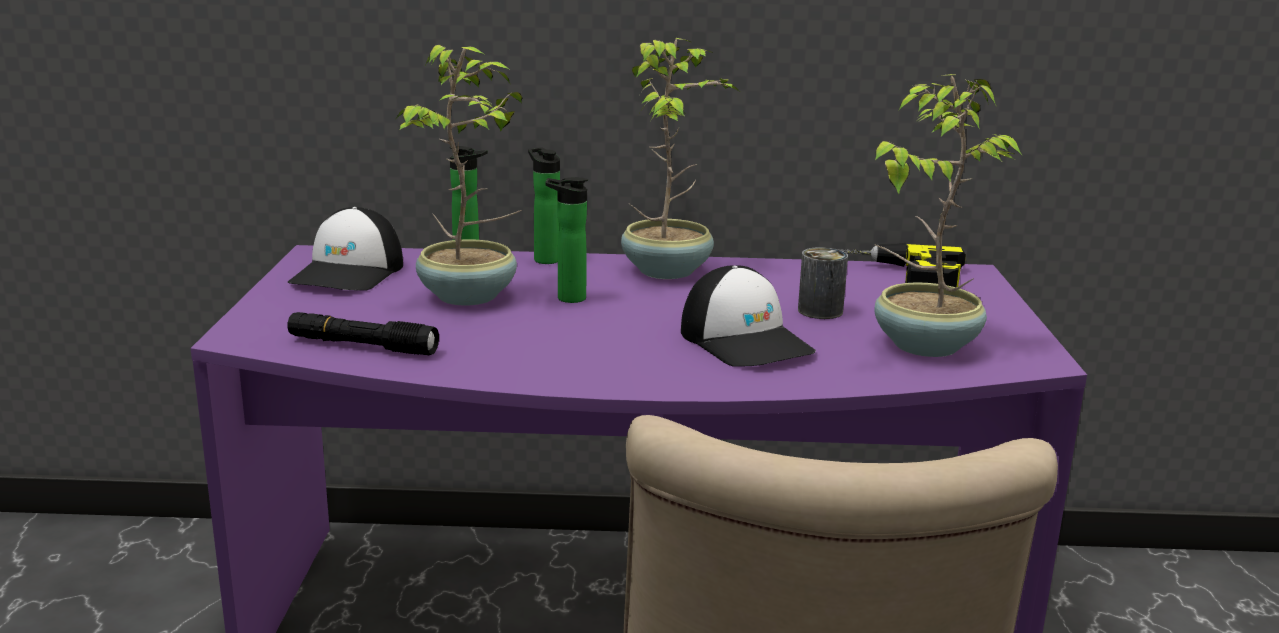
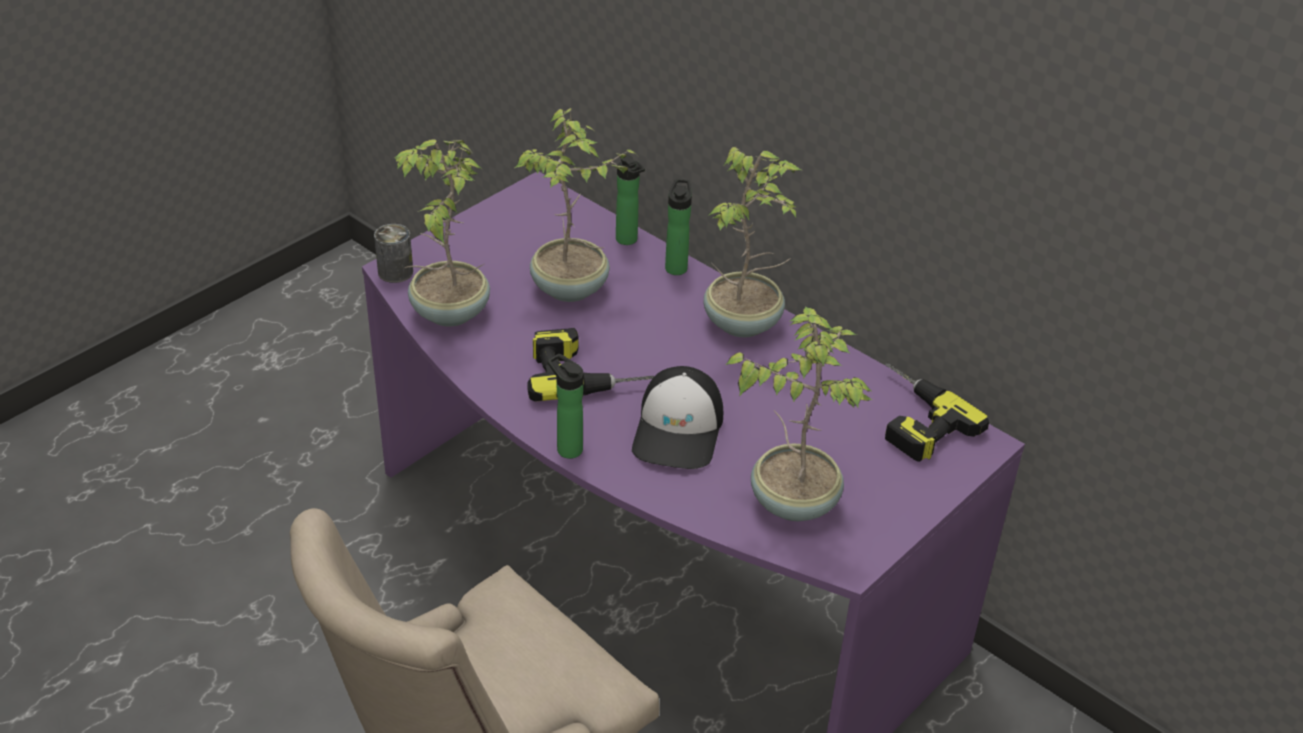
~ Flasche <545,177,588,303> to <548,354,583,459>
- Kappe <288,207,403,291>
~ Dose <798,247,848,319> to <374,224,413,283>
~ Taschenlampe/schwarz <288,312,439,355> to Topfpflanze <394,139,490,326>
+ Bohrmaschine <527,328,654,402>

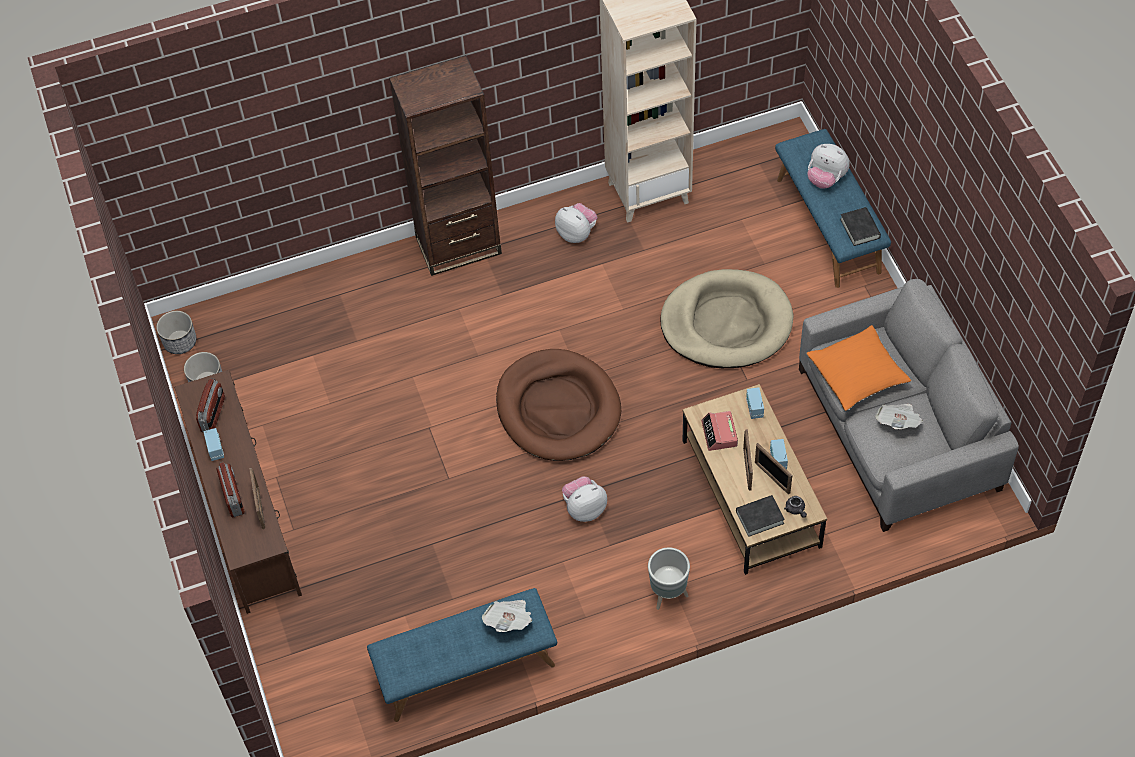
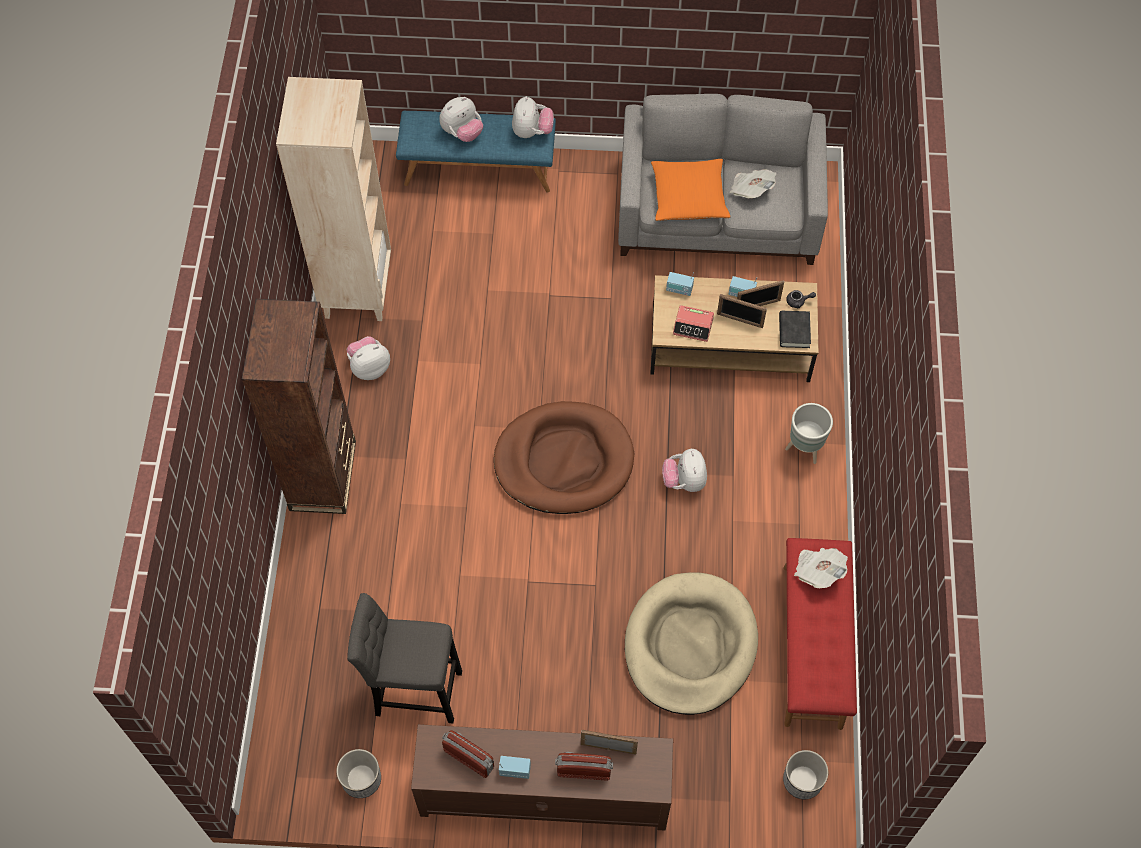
~ Buch/schwarz <840,207,881,246> to Plüschtier <512,96,554,138>
~ Hundebett/beige <660,269,794,368> to <625,572,758,715>
~ Pflanzkübel <156,311,196,354> to <783,750,828,799>
~ Bank/blau <367,588,557,722> to Bank/rot <783,538,857,730>
+ Hocker/grau <347,593,462,724>

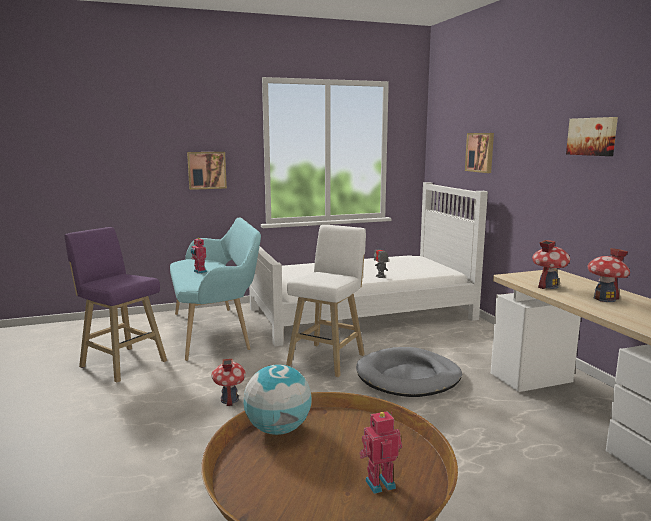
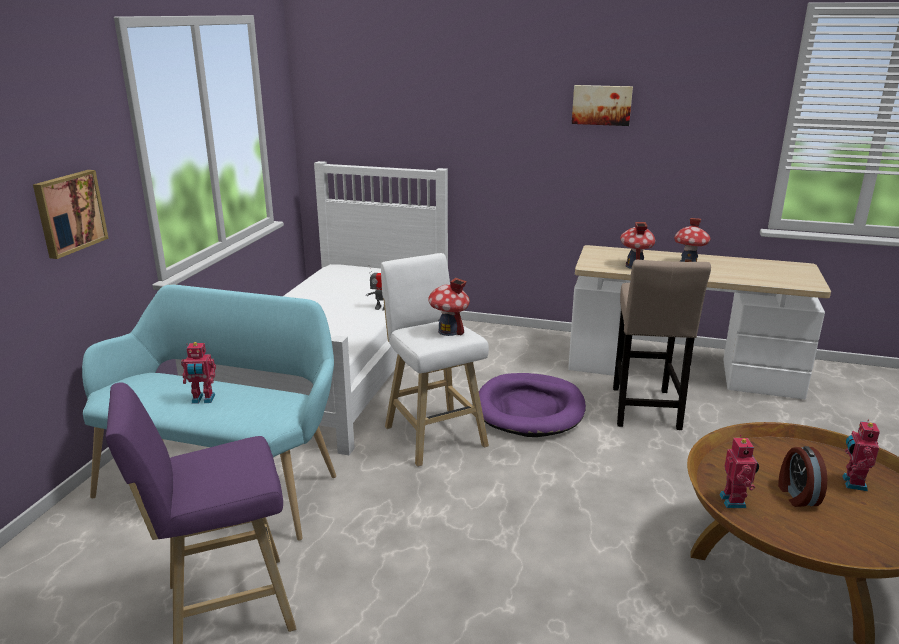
- Bild <465,133,494,173>
~ Hundebett/grau <356,347,462,397> to Hundebett/lila <479,373,586,437>
~ Spielzeughaus <211,359,246,406> to <428,278,470,336>
~ Globus <244,364,312,435> to Spielzeugroboter <719,435,759,508>
+ Hocker/beige <613,260,711,430>
+ Wecker <778,446,827,507>

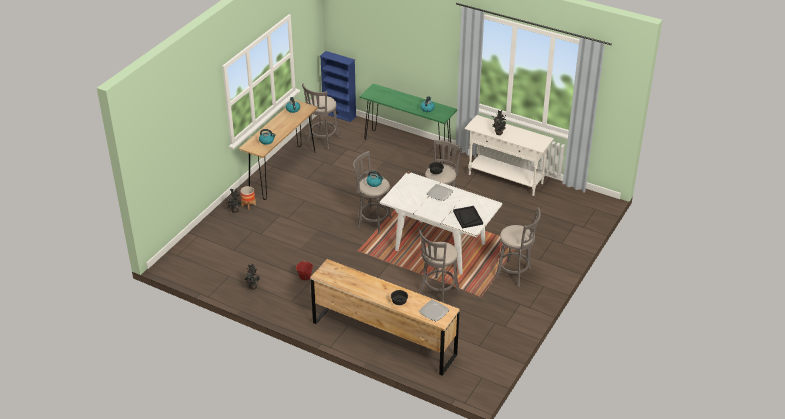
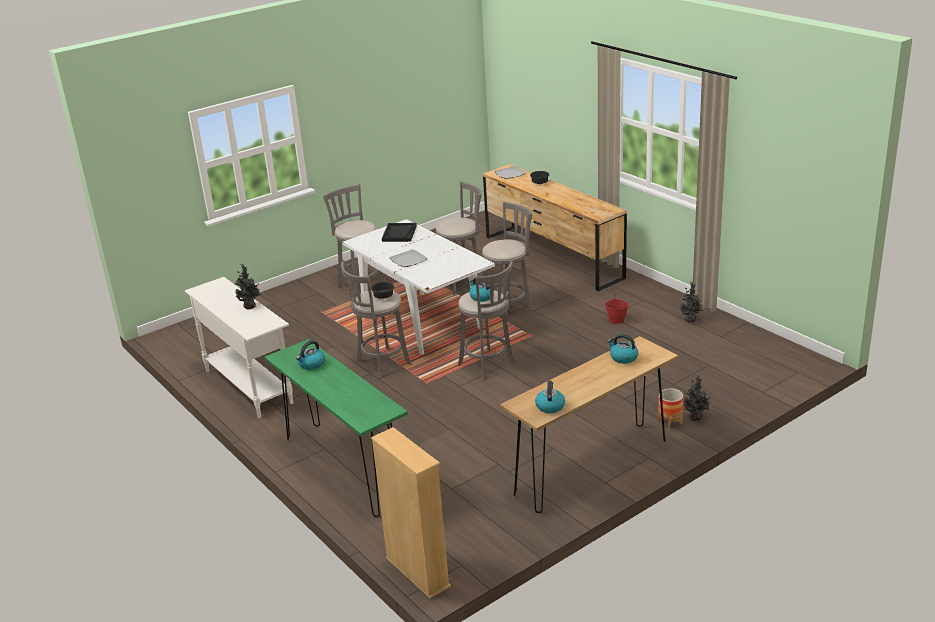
~ Bücherregal/blau <320,51,357,122> to Bücherregal/beige <371,427,451,598>
~ Hocker/grau <302,83,341,149> to <482,202,533,317>

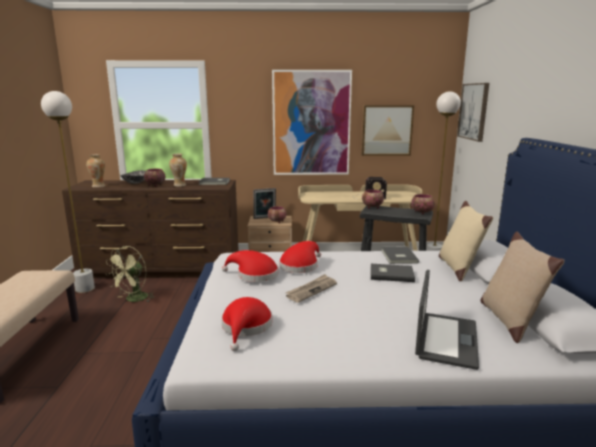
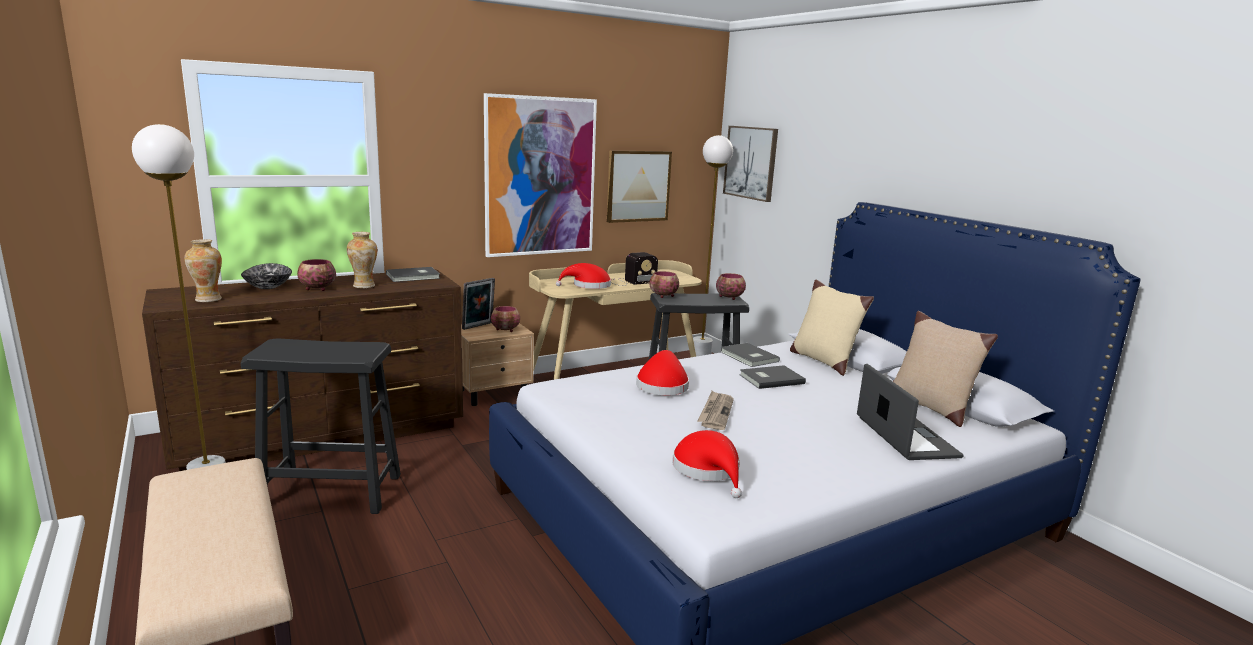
~ Ventilator/grün <106,246,155,302> to Hocker/schwarz <241,338,401,514>
~ Hut/rot <222,250,278,282> to <556,263,611,289>

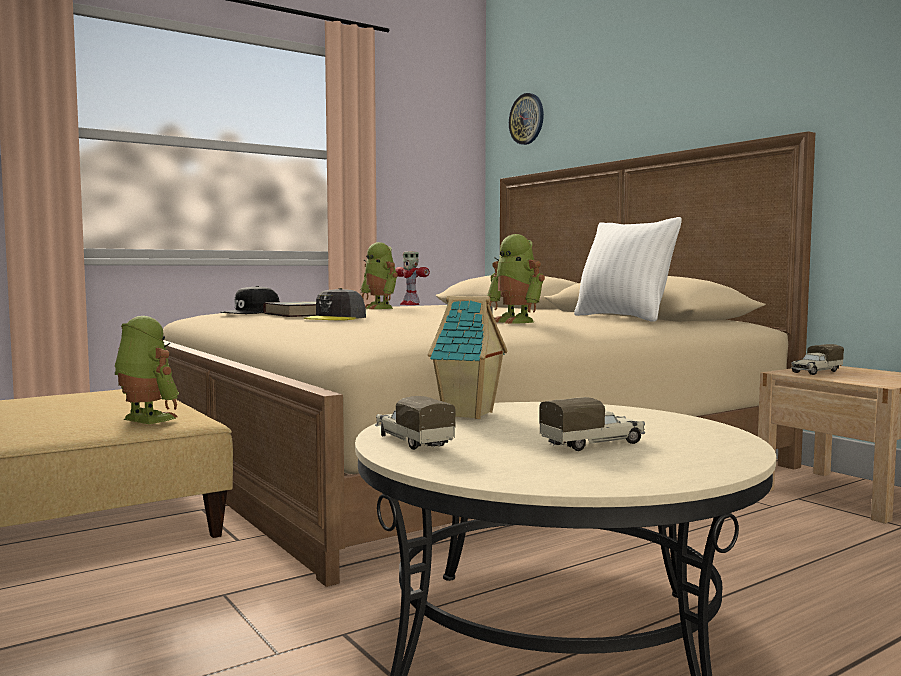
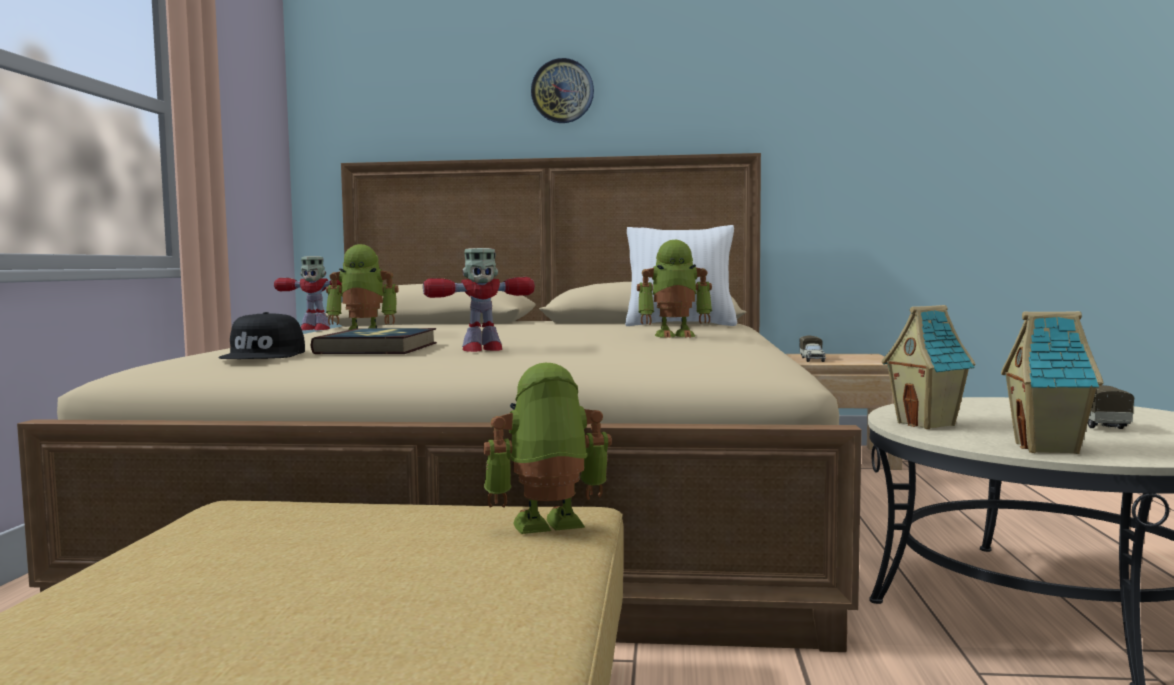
~ Wanduhr <509,93,544,145> to <531,58,594,123>
~ Kappe/grau <304,288,366,320> to Spielzeugroboter <423,248,535,352>
~ Spielzeuglaster <375,396,456,450> to Spielzeughaus <1001,311,1103,454>

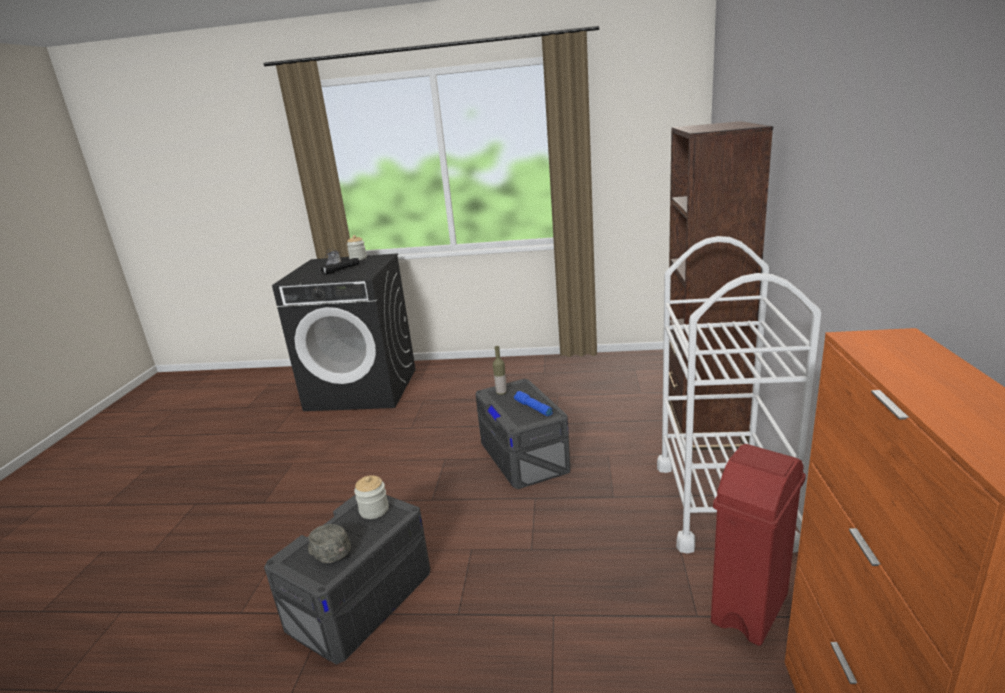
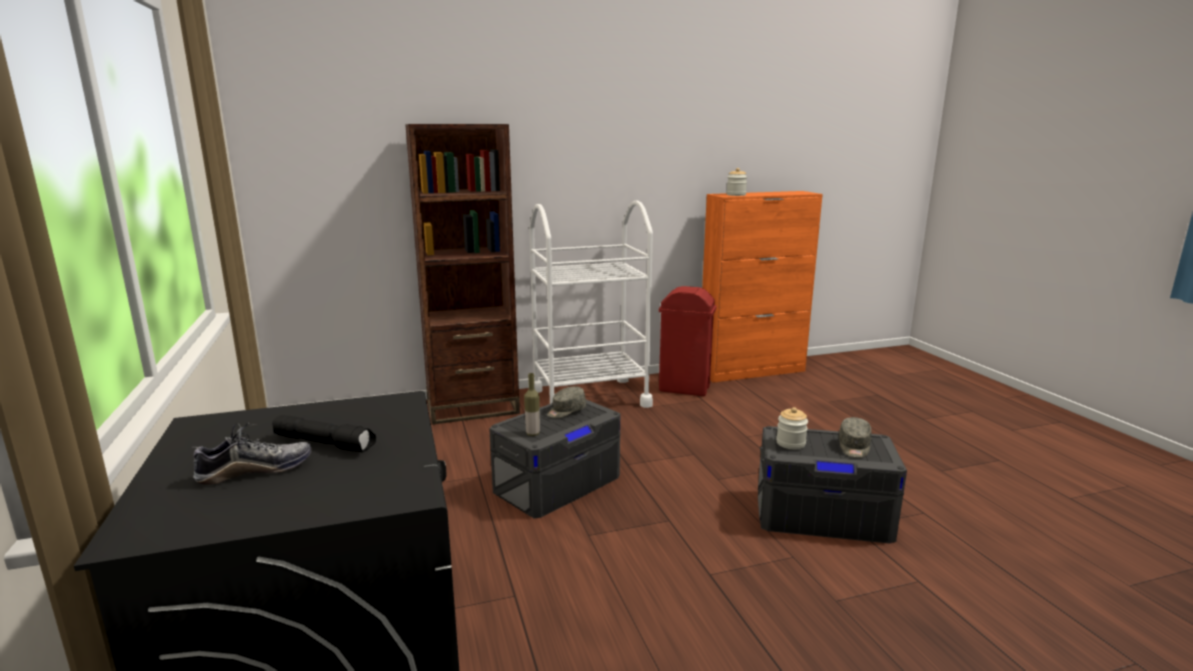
~ Vorratsglas <347,235,367,260> to <726,168,747,196>
~ Taschenlampe/blau <514,391,552,416> to Kappe/grau <547,386,586,418>

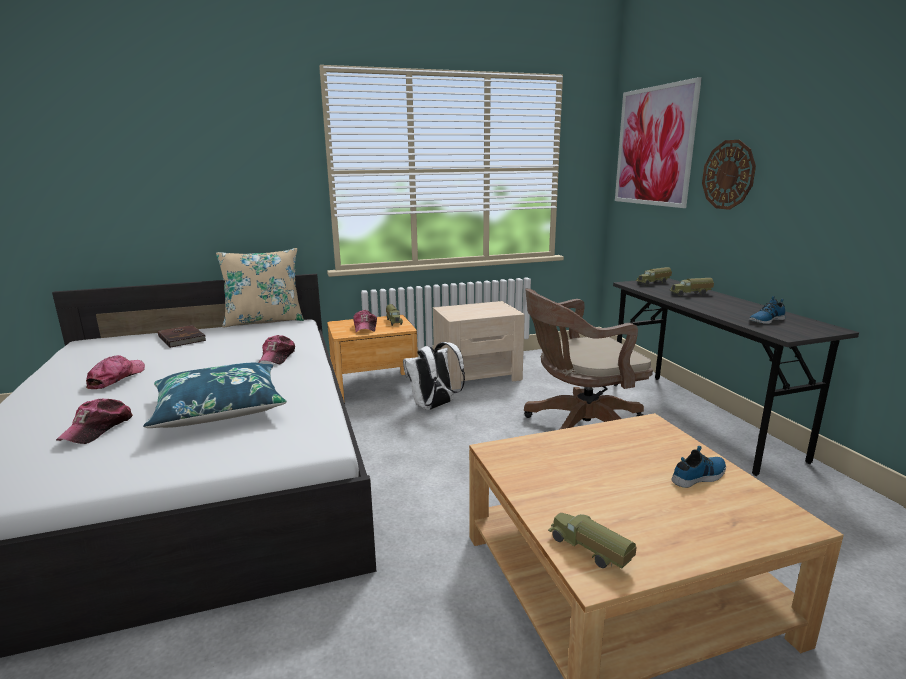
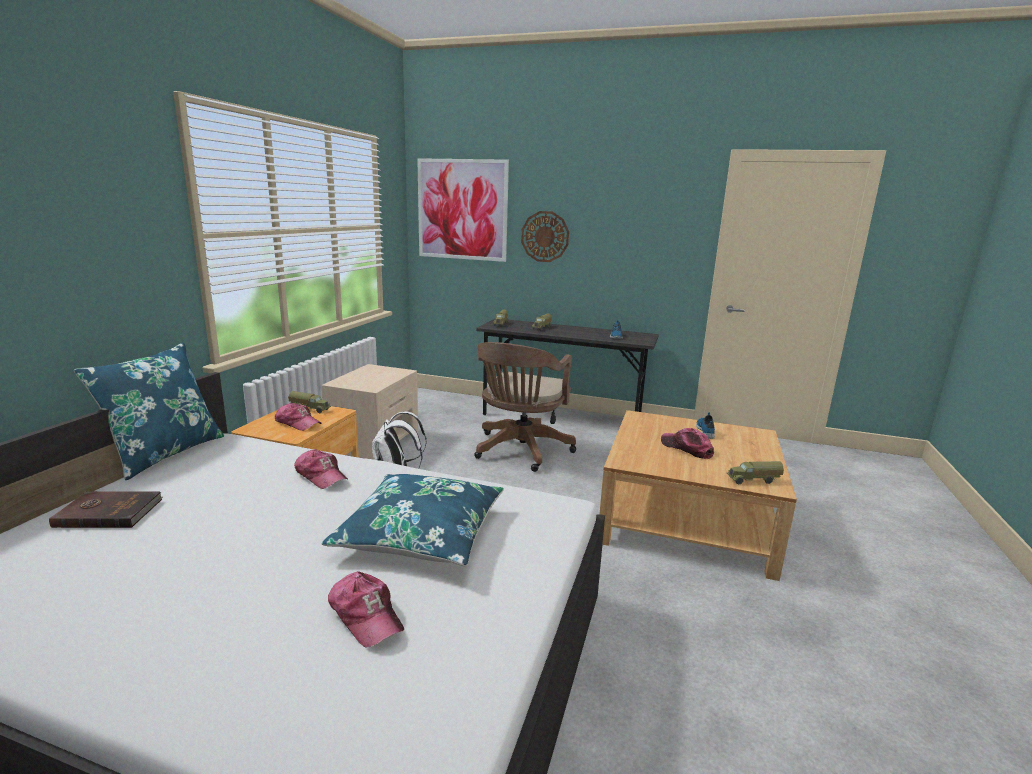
~ Kissen/beige <216,248,304,328> to Kissen/blau <74,343,224,480>
~ Kappe <86,355,145,389> to <661,428,714,459>

